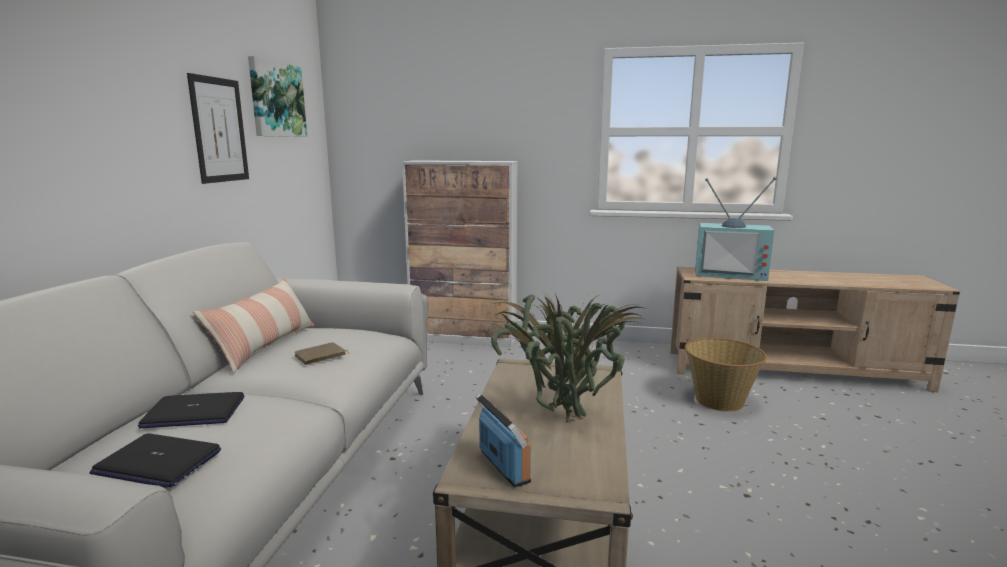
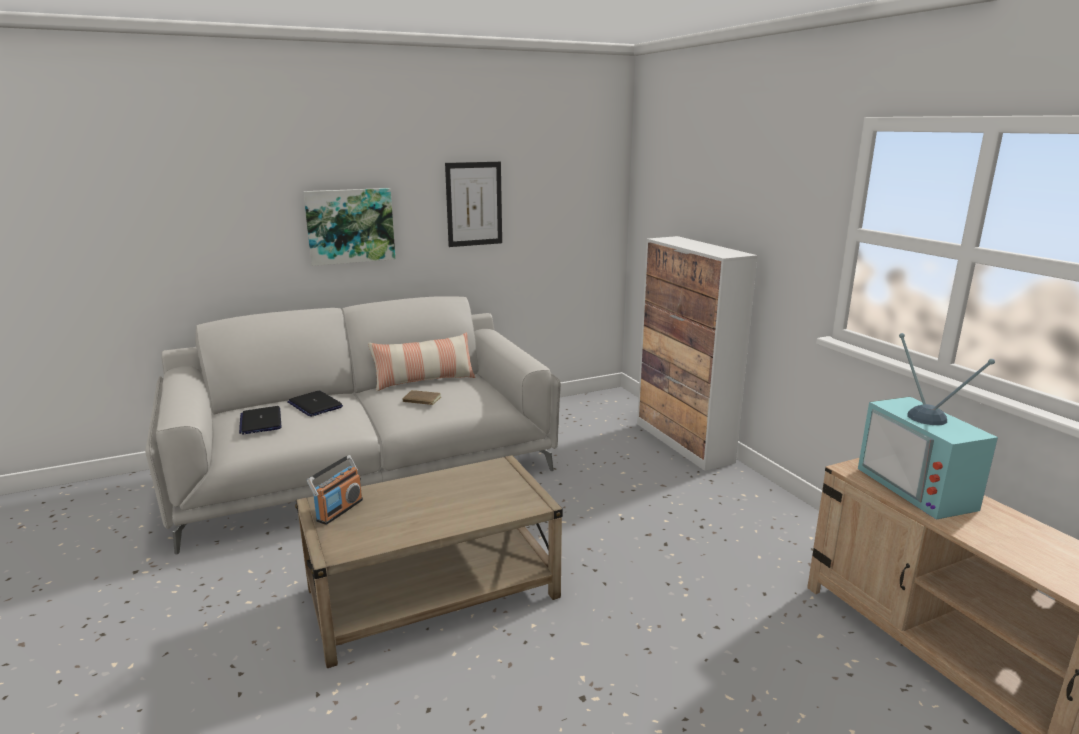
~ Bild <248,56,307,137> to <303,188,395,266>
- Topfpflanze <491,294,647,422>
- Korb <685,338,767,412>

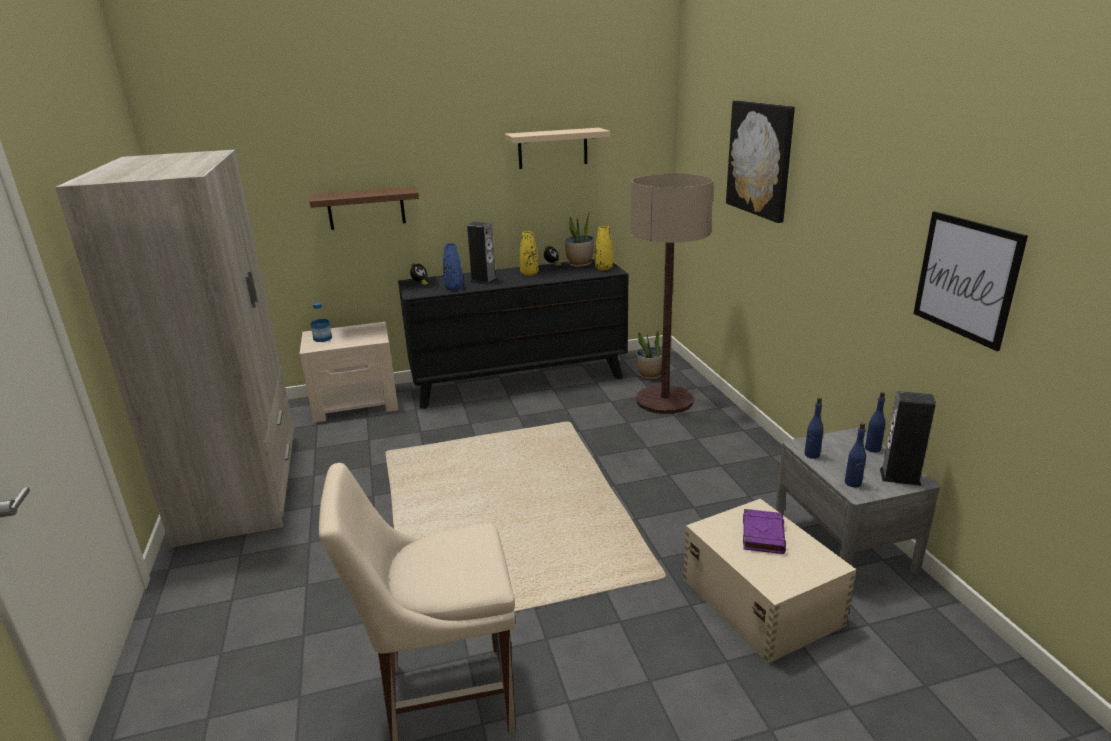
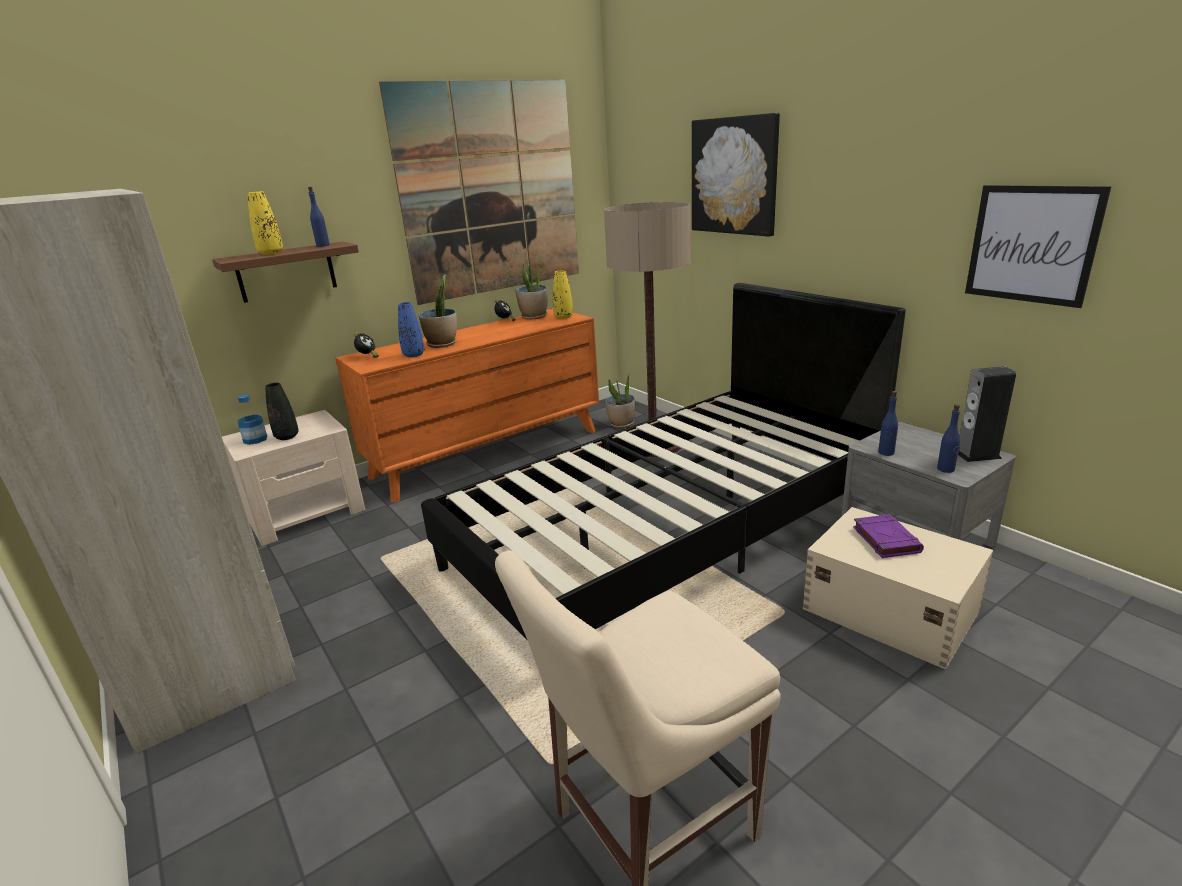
~ Wandregal/beige <505,128,610,169> to Bild <379,80,579,305>
~ Lautsprecher <467,222,497,285> to Topfpflanze <419,274,457,348>
~ Vase/gelb <520,231,538,276> to <248,191,283,255>
~ Kommode/schwarz <398,259,628,409> to Kommode/orange <335,309,599,503>
~ Flasche/blau <865,392,885,453> to <308,187,330,247>
+ Bett/schwarz <421,283,906,641>
+ Vase/schwarz <265,383,299,440>

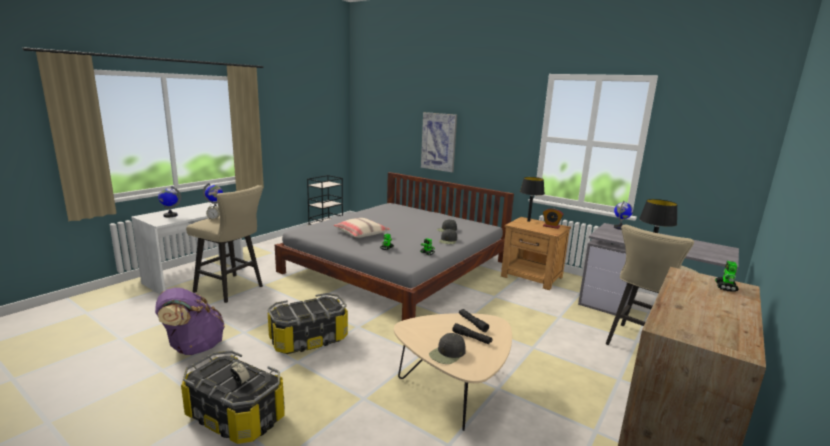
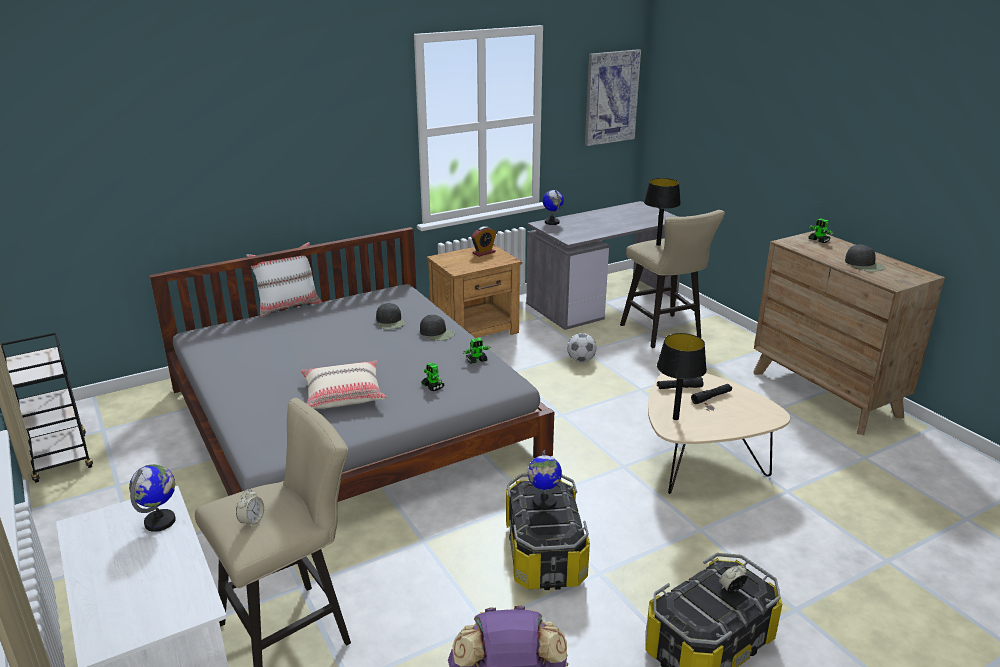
~ Bild <421,112,457,172> to <585,49,641,146>
~ Tischlampe/schwarz <520,177,545,222> to <657,333,707,420>
~ Globus <158,186,181,217> to <528,450,562,510>
~ Kappe/schwarz <429,333,466,364> to <845,244,885,272>
+ Kissen/weiß <246,242,322,317>
+ Fußball <567,333,596,362>

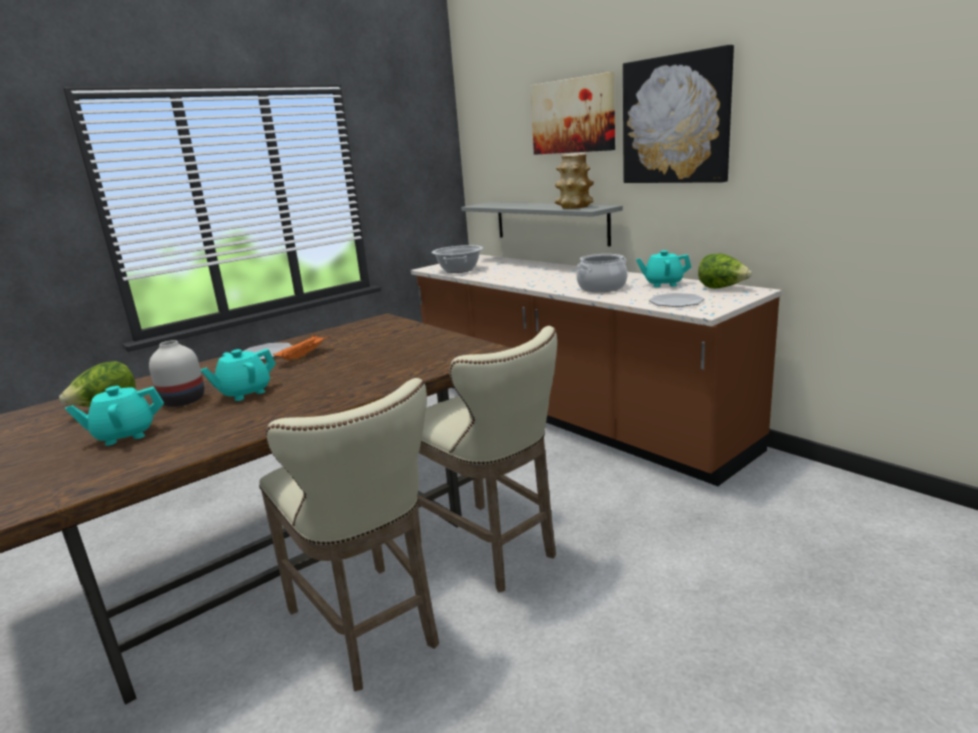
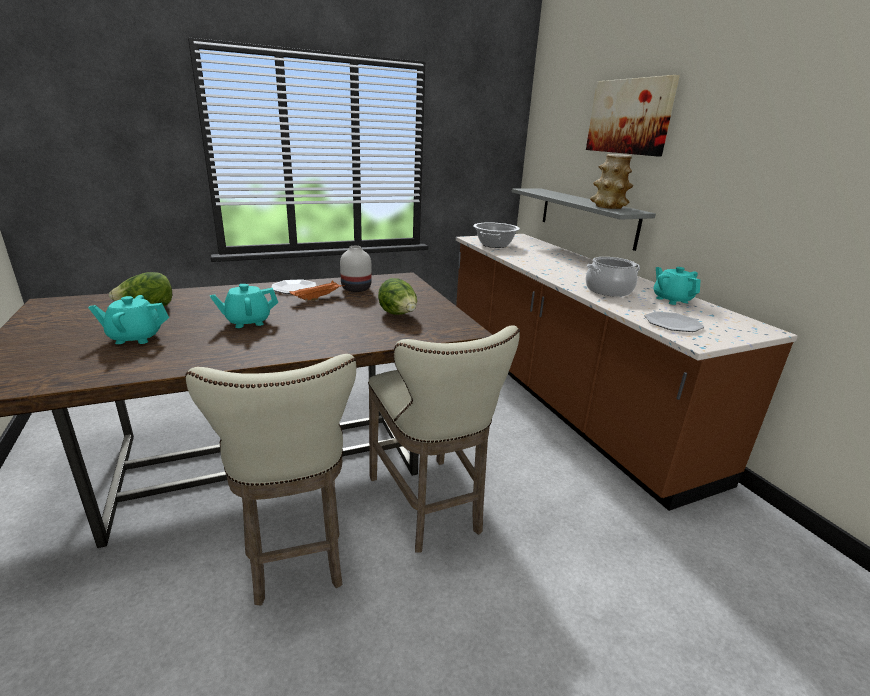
- Bild <623,45,734,183>
~ Teekanne/türkis <636,250,691,287> = <653,267,701,305> 45 degrees clockwise
~ Salatkopf <698,254,752,289> to <378,278,417,314>
~ Vase/weiß <149,340,204,407> to <340,246,372,292>

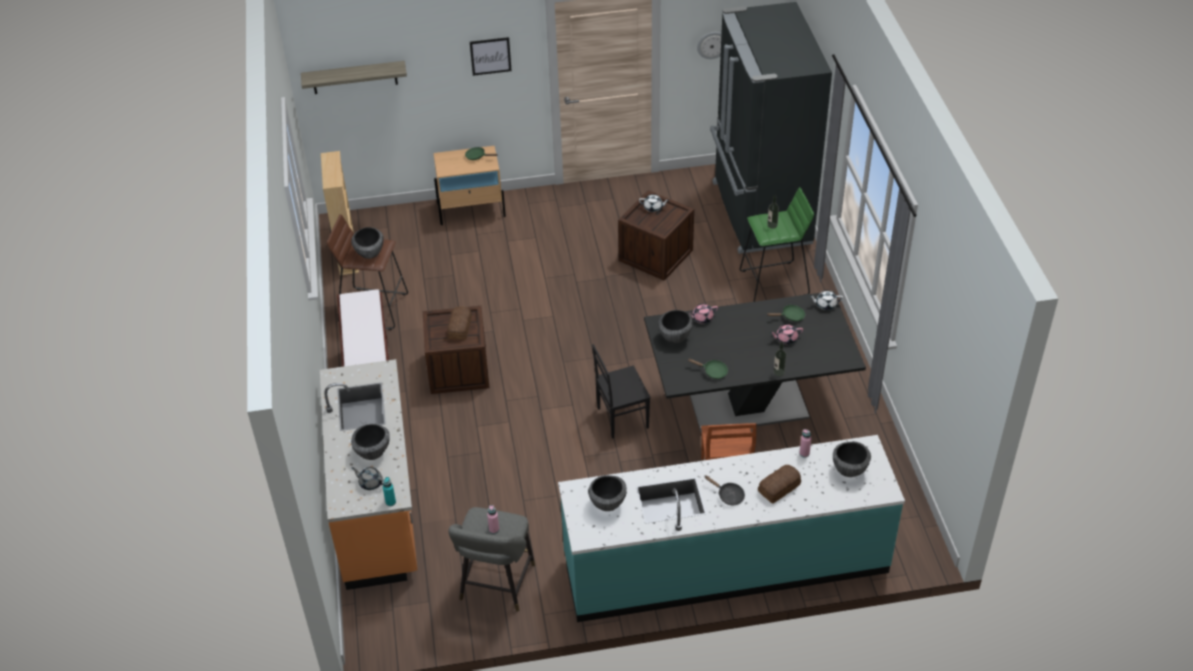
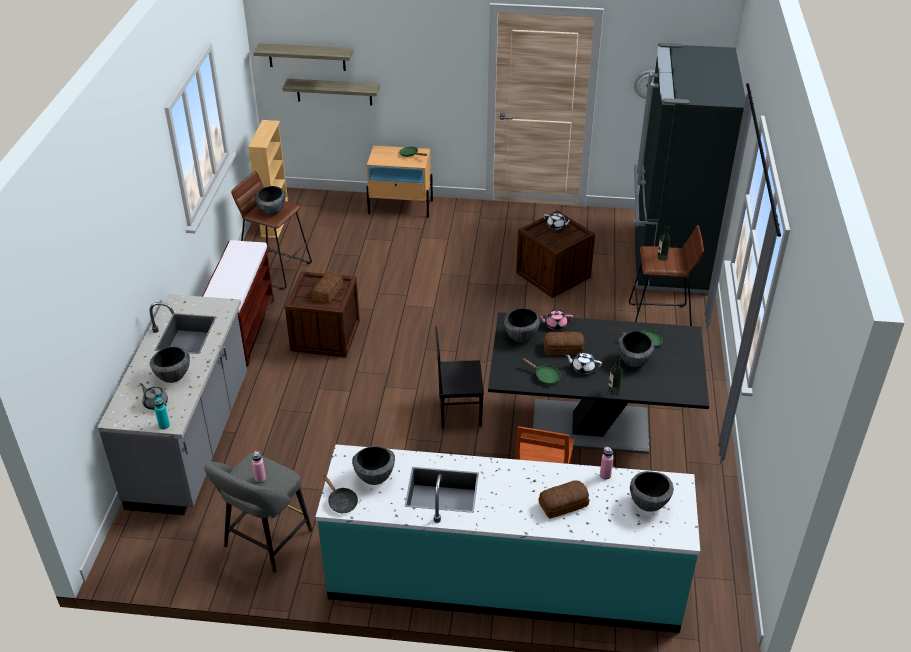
- Bild <470,37,512,76>
~ Hocker/grün <740,187,814,302> to Hocker/braun <629,225,704,326>
~ Teekanne/weiß <810,290,843,310> to <565,352,602,374>
~ Teekanne/rosa <770,324,803,344> to Schüssel <618,331,655,367>
~ Küchenzeile/orange <320,359,417,590> to Küchenzeile/grau <97,294,247,515>
~ Pfanne/schwarz <705,476,745,505> to <323,474,358,513>
+ Wandregal <282,79,380,105>
+ Brot <544,332,584,355>

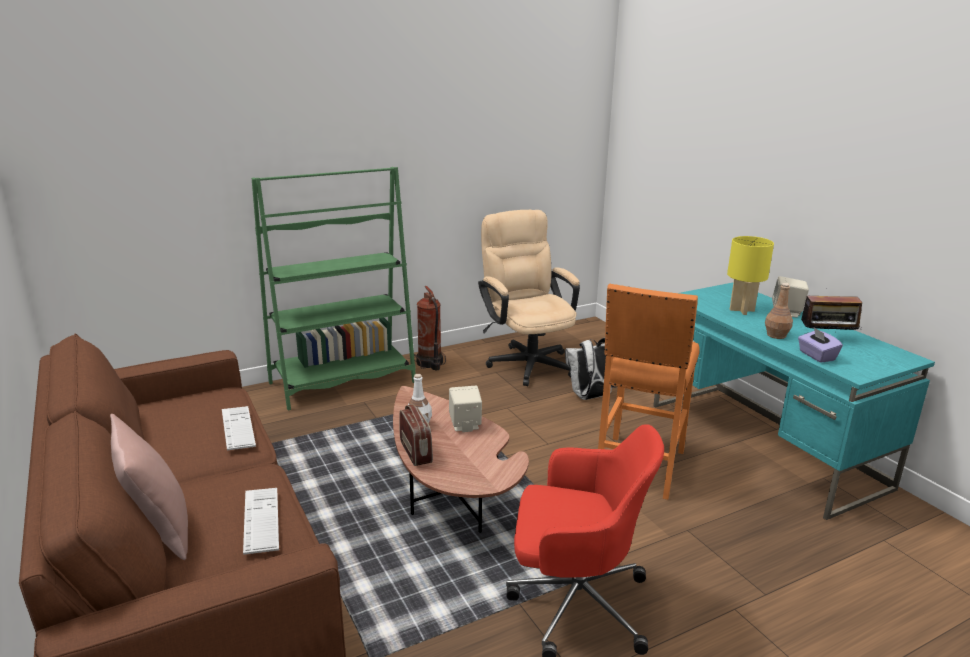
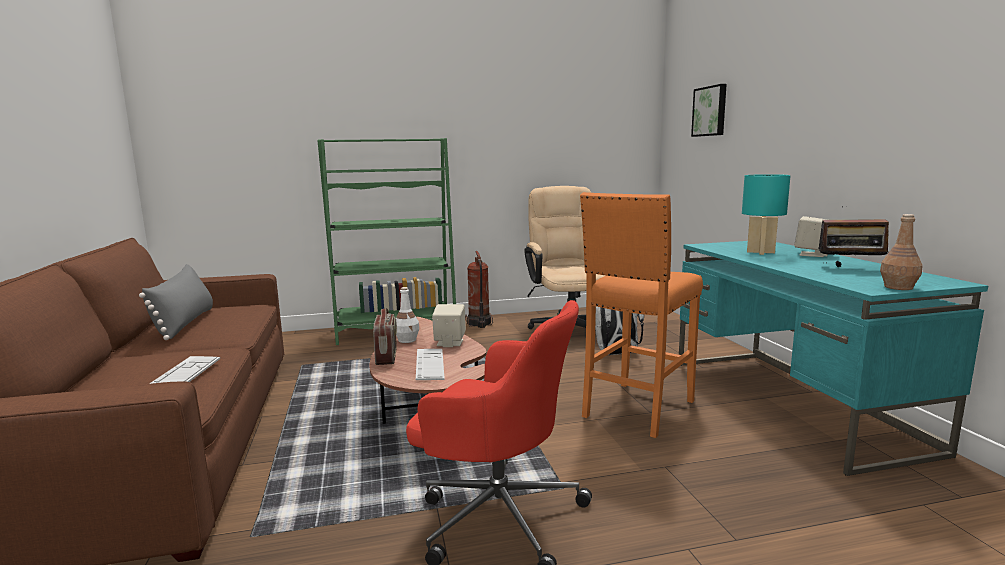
~ Tischlampe/gelb <727,236,774,315> to Tischlampe/türkis <742,174,790,255>
~ Flasche/braun <765,283,793,339> to <880,214,923,290>
- Taschentuchbox/lila <798,327,843,363>
~ Tastatur <222,406,256,450> to <416,349,445,380>
- Kissen/rosa <110,414,188,560>
+ Bild <691,84,727,137>
+ Kissen/grau <139,264,213,340>

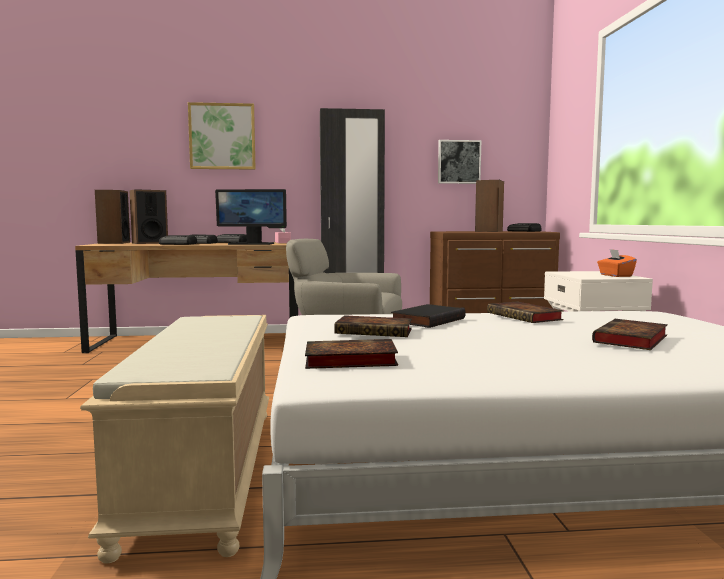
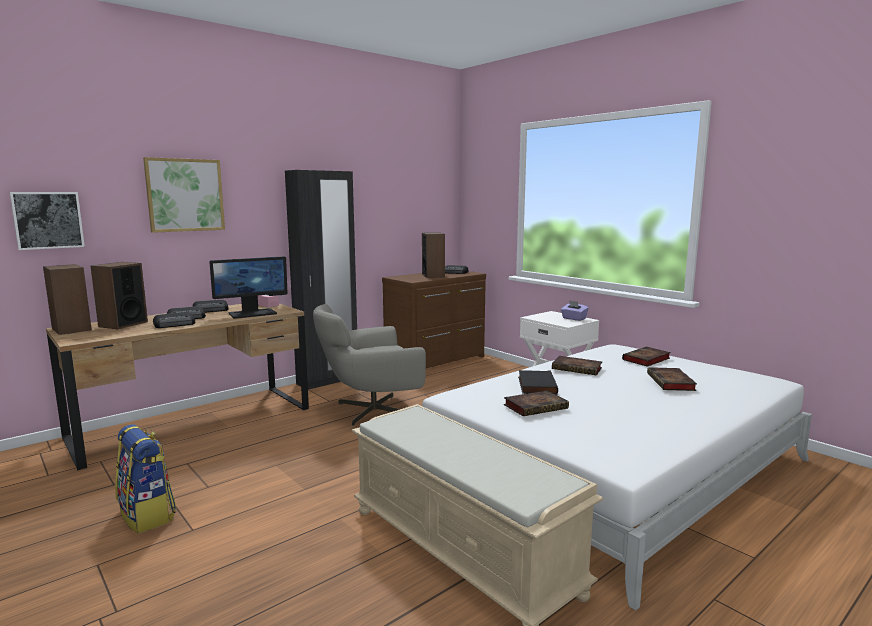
~ Bild <438,140,481,184> to <9,192,85,250>
~ Taschentuchbox/orange <597,249,637,277> to Taschentuchbox/lila <561,300,589,321>
~ Buch <305,339,398,369> to <622,347,671,367>
+ Rucksack <115,425,176,534>

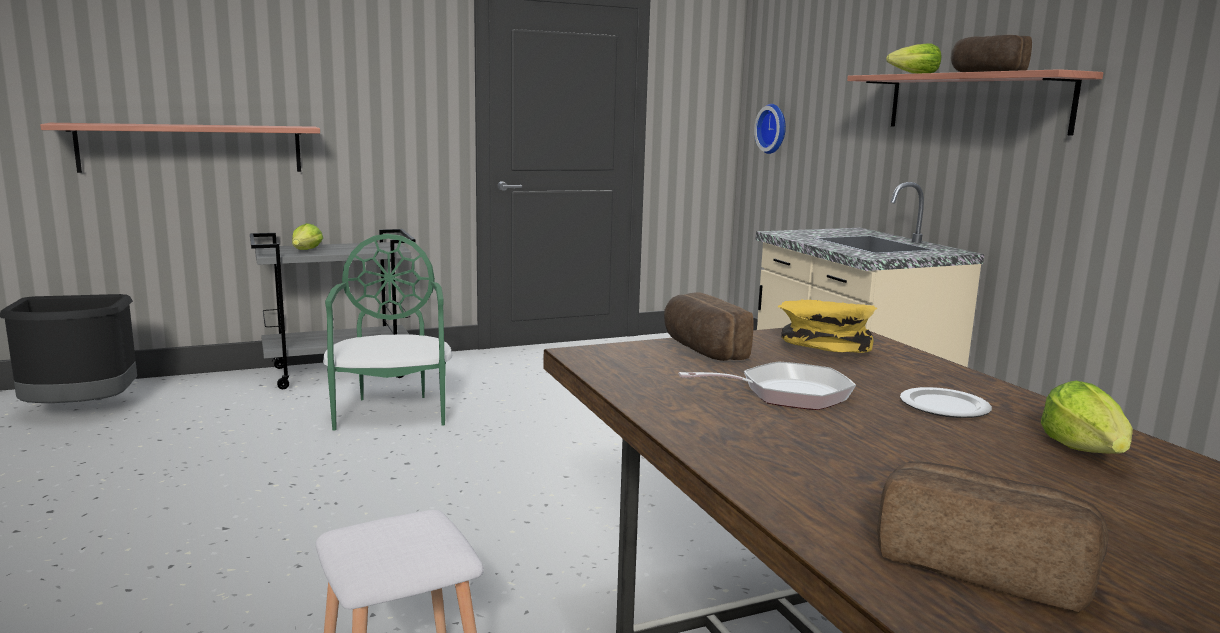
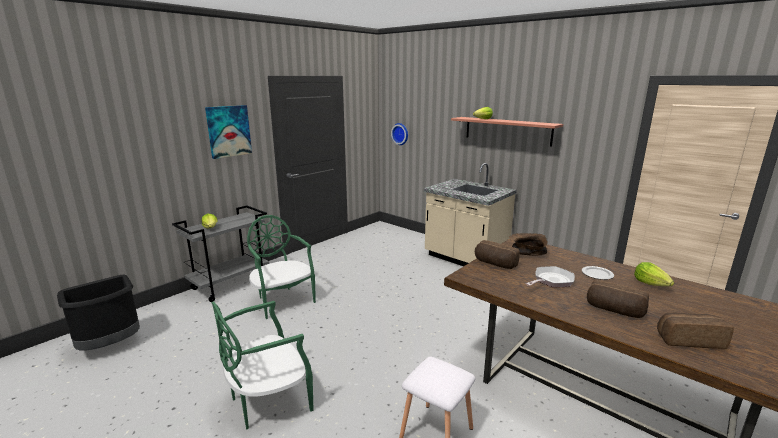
~ Brot <951,35,1032,72> to <587,280,649,318>
- Wandregal <40,123,320,173>
~ Schüssel/gelb <777,299,877,353> to Schüssel/braun <509,233,548,256>
+ Bild <205,105,252,159>
+ Stuhl/grün <211,301,313,429>

